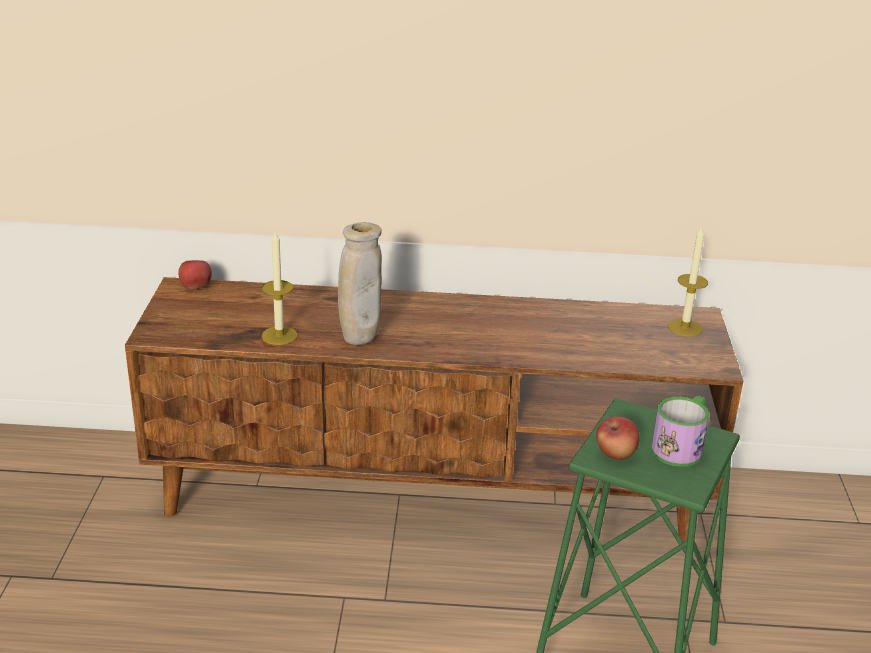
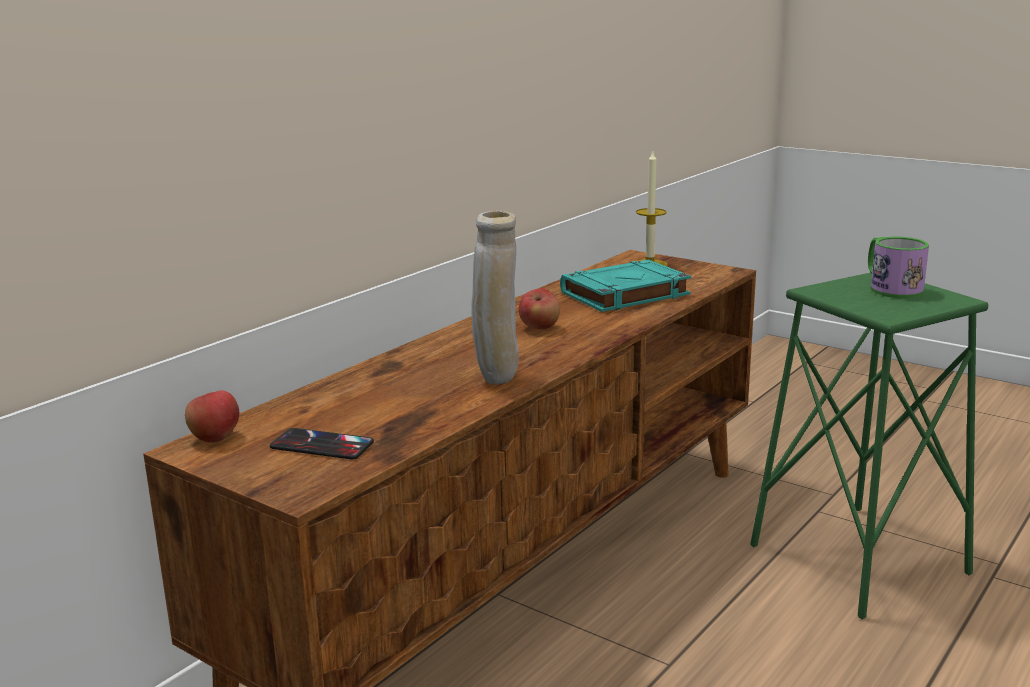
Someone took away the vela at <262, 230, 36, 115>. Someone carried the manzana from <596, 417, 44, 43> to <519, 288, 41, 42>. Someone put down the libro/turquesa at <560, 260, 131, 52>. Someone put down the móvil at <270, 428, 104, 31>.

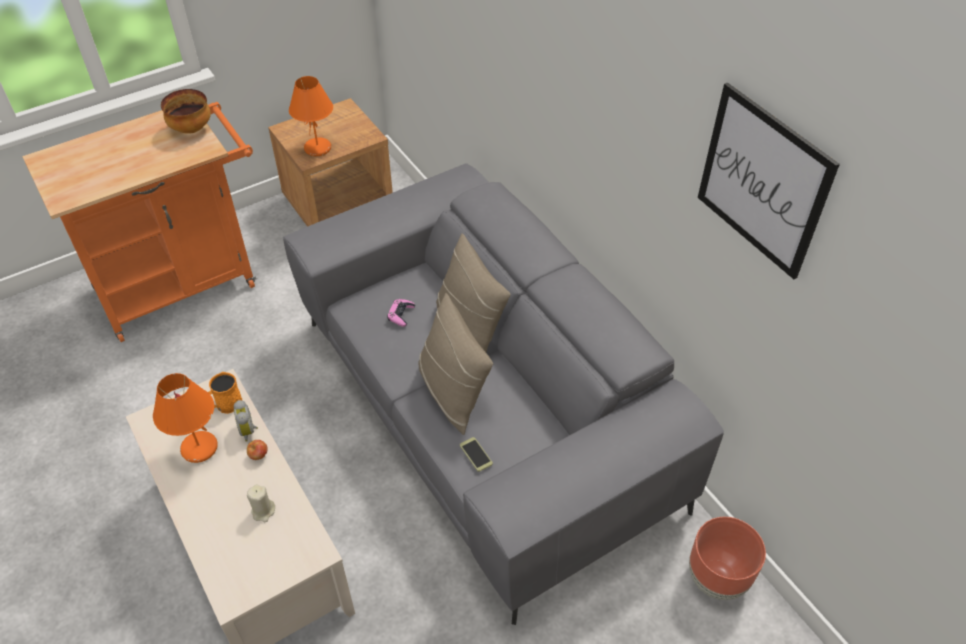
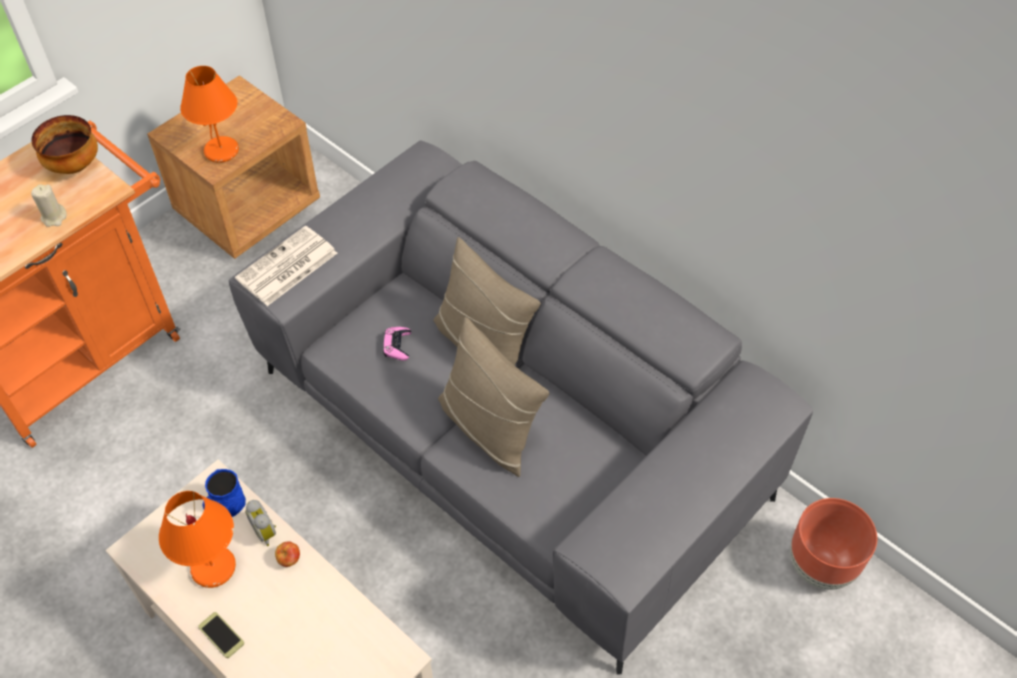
Someone took away the cuadro at <698, 82, 142, 197>. Someone repainted the taza grande/naranja at <208, 372, 35, 42>, which became the taza grande/azul at <202, 469, 44, 48>. Someone carried the móvil from <460, 437, 33, 35> to <198, 612, 46, 46>. Someone carried the vela/beis from <247, 484, 28, 38> to <31, 184, 36, 43>. Someone put down the periódico at <235, 226, 102, 80>.

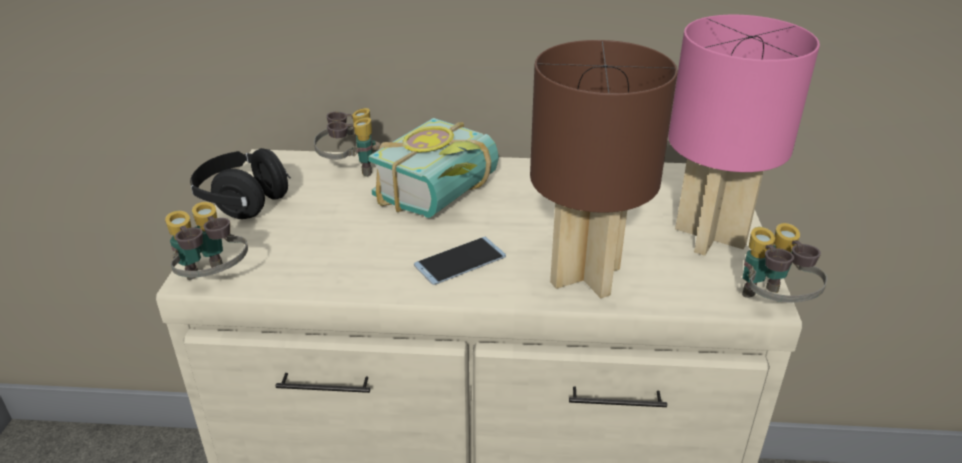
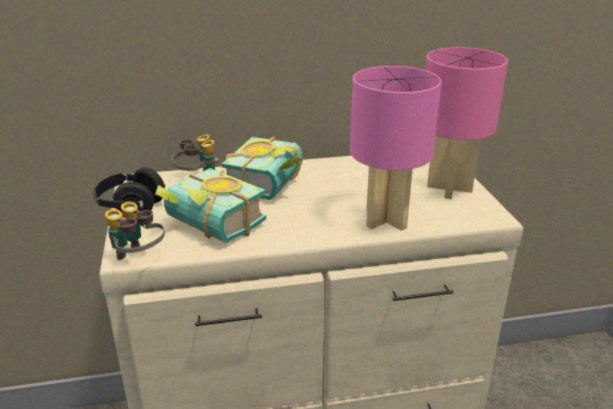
Someone repainted the lámpara de mesa/marrón at <530, 40, 148, 258>, which became the lámpara de mesa/rosa at <350, 66, 92, 165>. Someone took away the prismáticos at <742, 223, 85, 80>. Someone took away the móvil at <414, 236, 92, 49>. Someone put down the libro at <155, 168, 111, 75>.

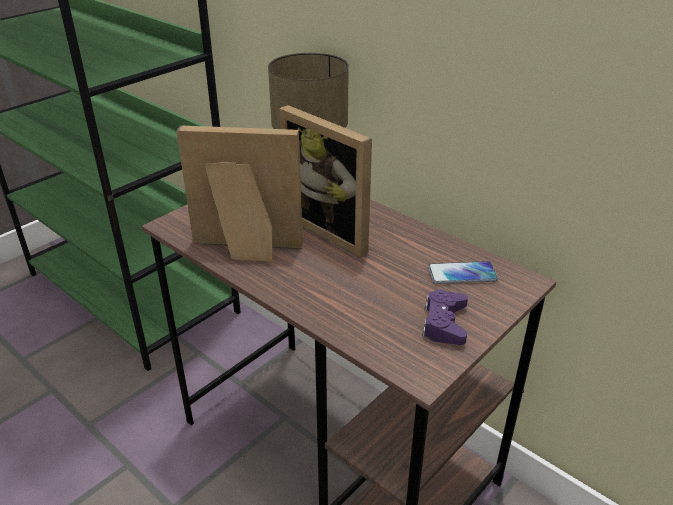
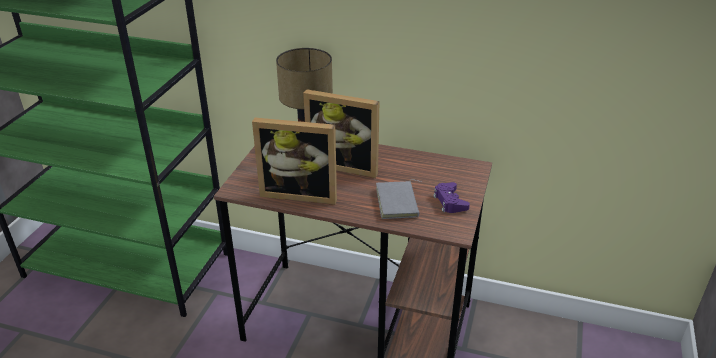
Someone rotated the portarretratos at <176, 125, 127, 136> by 150 degrees counterclockwise. Someone took away the móvil at <428, 261, 70, 23>. Someone put down the libro/gris at <376, 179, 45, 40>.

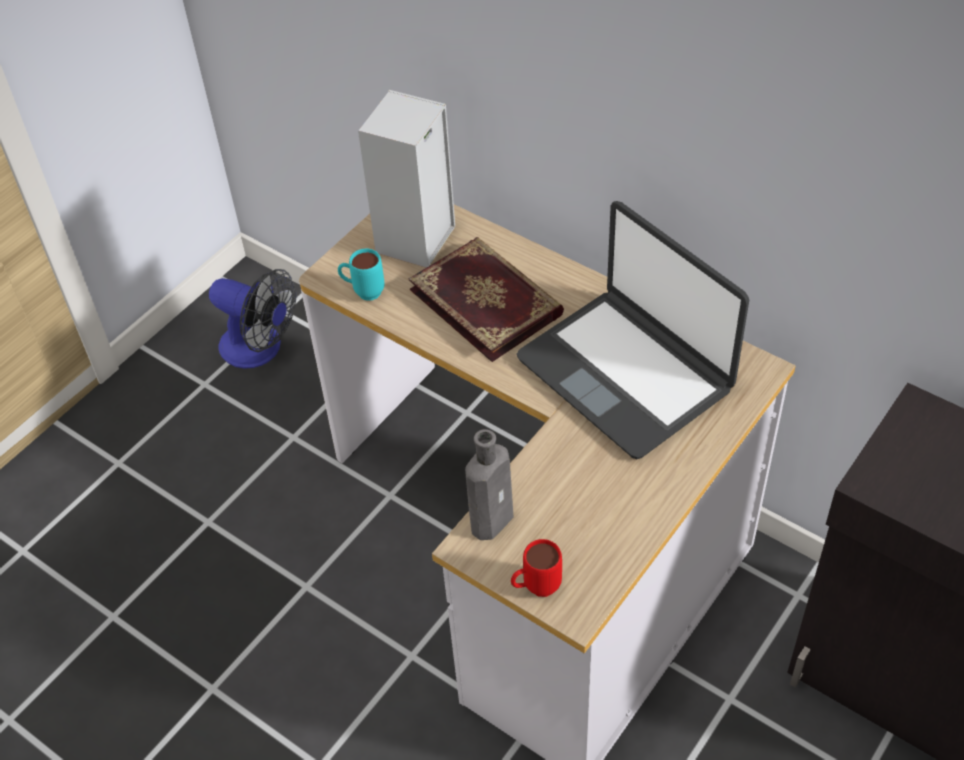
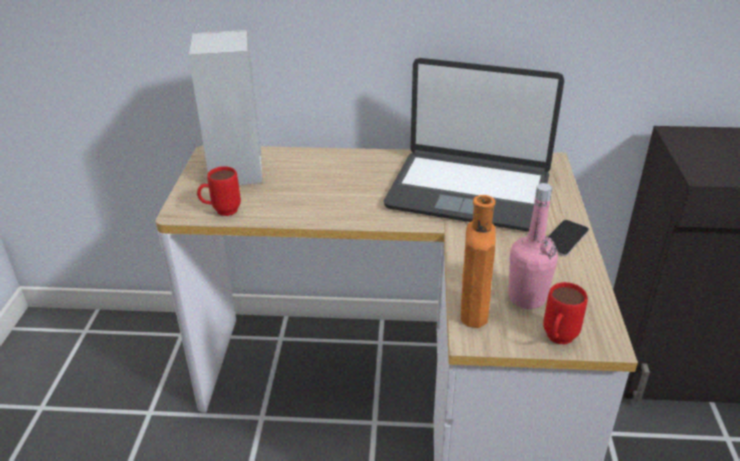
Someone took away the libro at <408, 237, 156, 125>. Someone repainted the taza grande/turquesa at <338, 249, 47, 52>, which became the taza grande/rojo at <197, 166, 44, 50>. Someone took away the ventilador at <209, 269, 87, 100>. Someone repainted the botella/gris at <465, 429, 48, 111>, which became the botella/naranja at <461, 195, 35, 133>. Someone put down the botella/rosa at <508, 183, 50, 126>. Someone put down the móvil at <548, 220, 41, 36>.

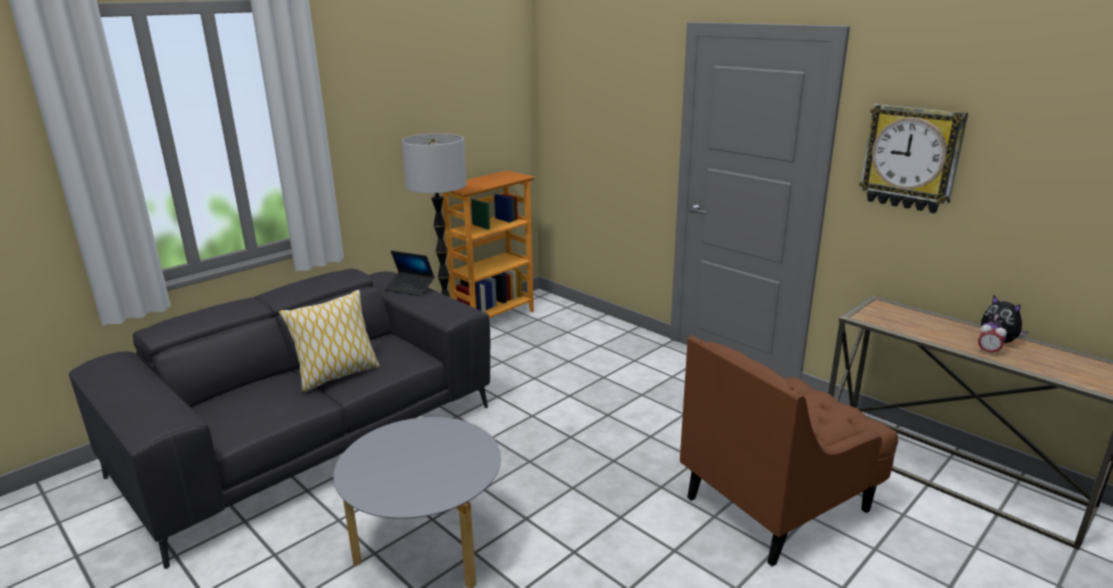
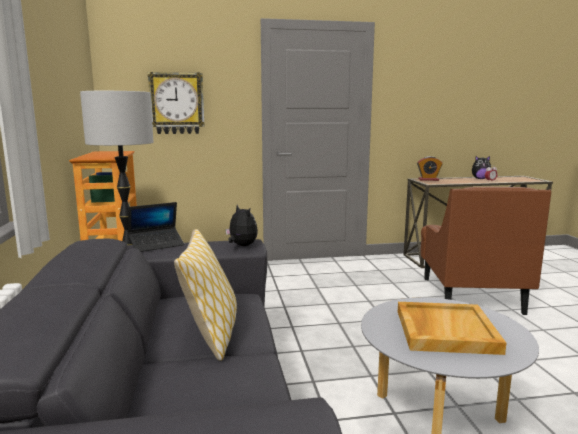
Someone carried the reloj de pared from <859, 104, 109, 109> to <148, 72, 57, 62>. Someone put down the despertador at <417, 156, 25, 25>. Someone put down the peluche at <225, 204, 33, 42>. Someone put down the bandeja/beis at <398, 302, 108, 53>.

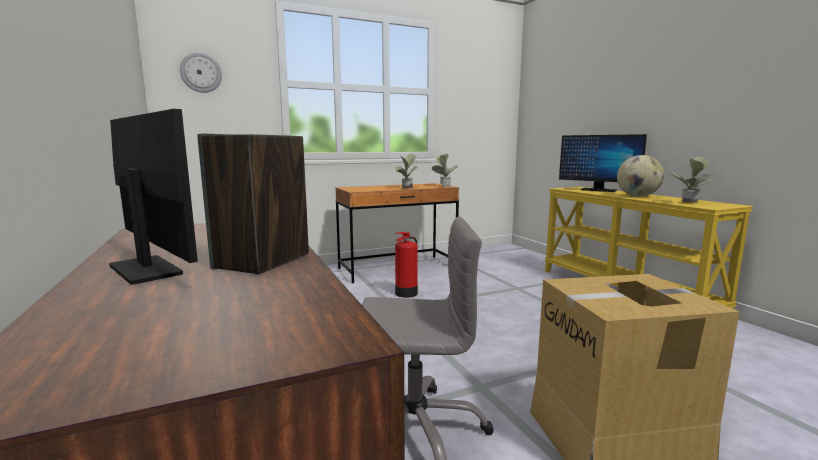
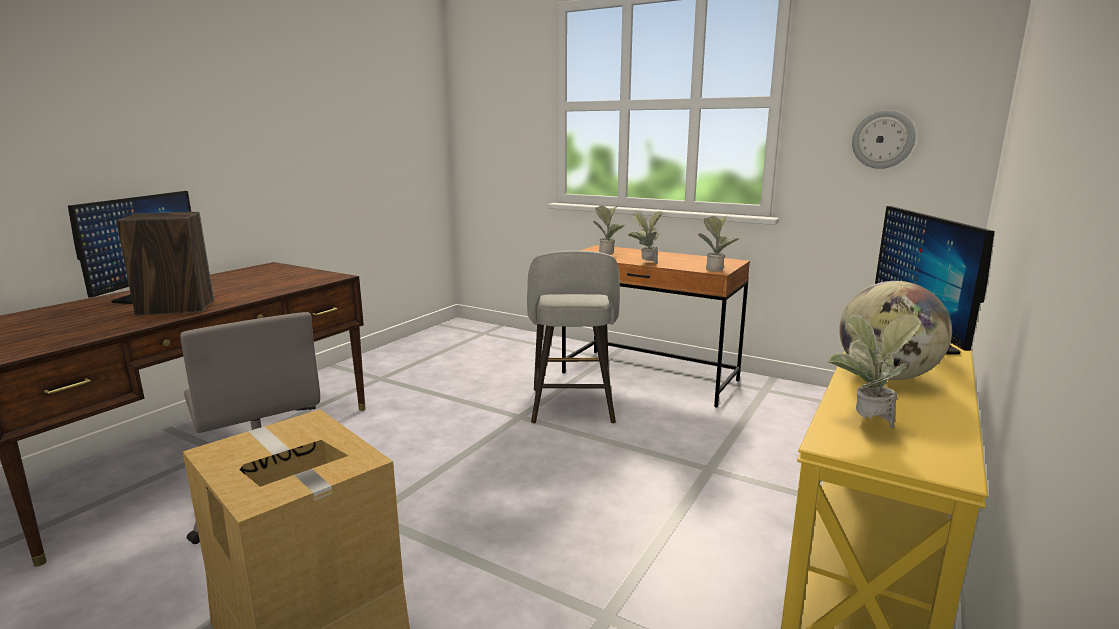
Someone carried the reloj de pared from <180, 52, 42, 41> to <852, 110, 64, 59>. Someone swapped the extintor at <395, 232, 23, 66> for the taburete/gris at <527, 250, 93, 174>. Someone put down the planta en maceta at <593, 206, 32, 49>.

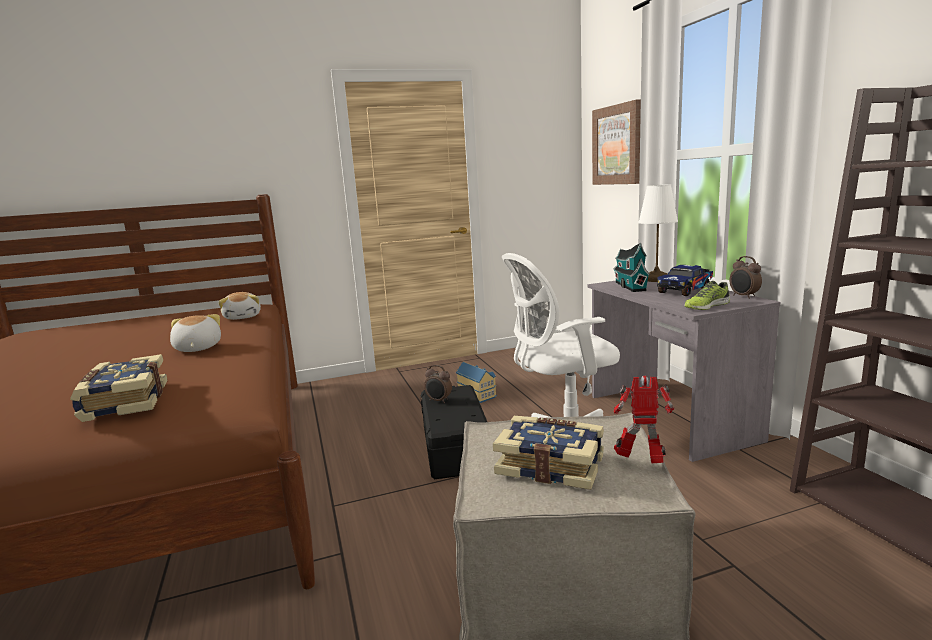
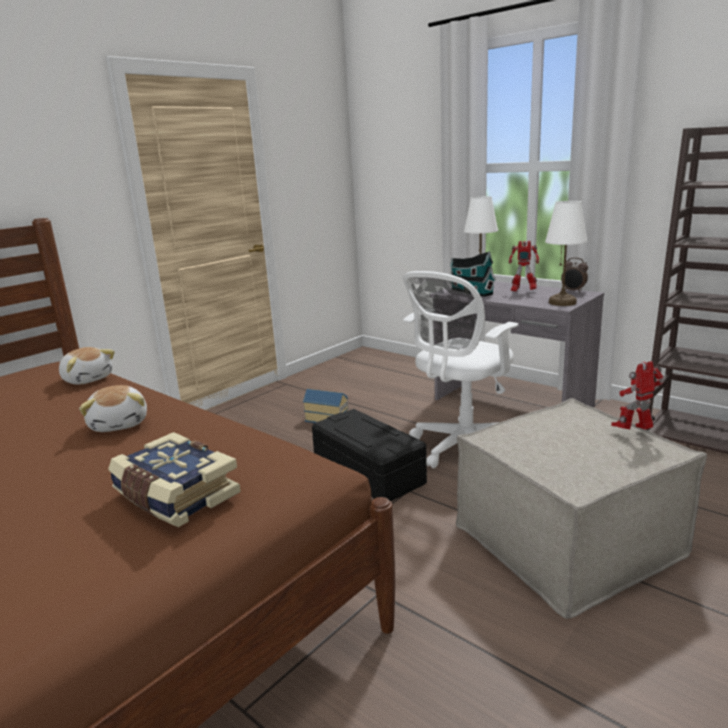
Someone took away the cuadro at <592, 99, 49, 86>. Someone swapped the camión de juguete at <657, 265, 56, 31> for the robot de juguete at <509, 241, 30, 51>. Someone swapped the zapato at <684, 281, 46, 29> for the lámpara de mesa/blanco at <545, 201, 42, 105>. Someone rotated the peluche at <170, 314, 51, 38> by 150 degrees counterclockwise. Someone took away the despertador at <424, 365, 28, 38>. Someone took away the libro at <493, 416, 111, 74>.

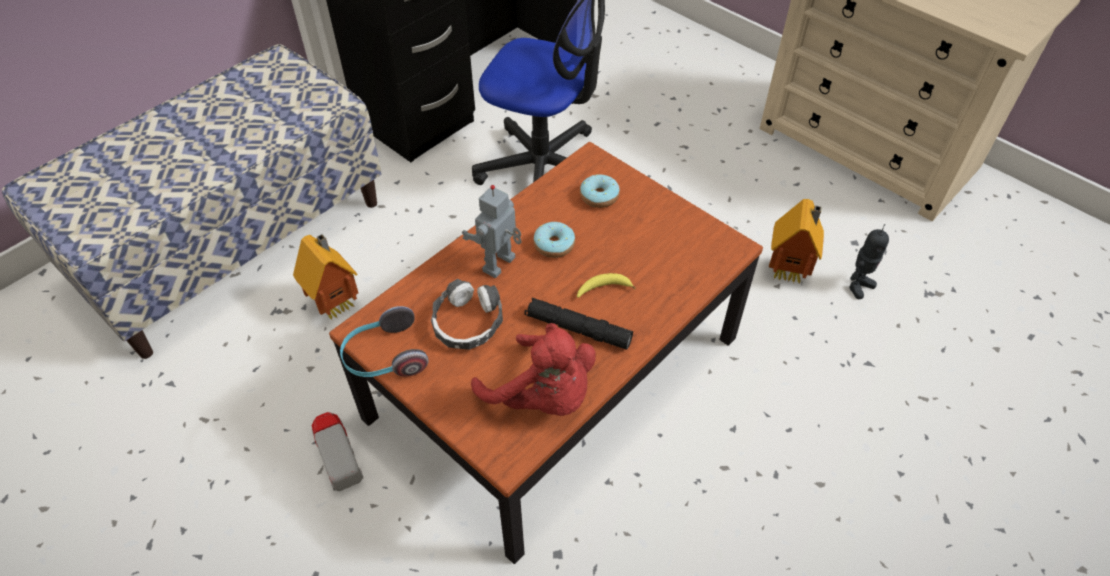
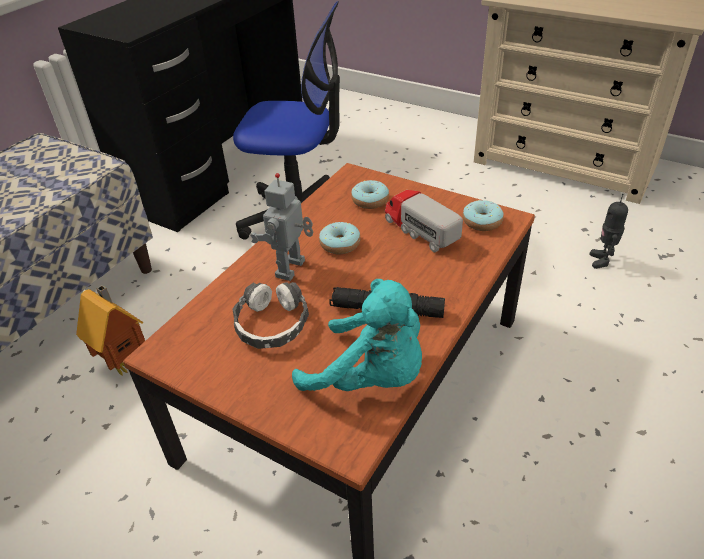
Someone took away the casita at <769, 199, 55, 85>. Someone rotated the robot de juguete at <849, 224, 40, 75> by 150 degrees clockwise. Someone took away the plátano at <577, 273, 59, 25>. Someone took away the auriculares at <340, 306, 89, 71>. Someone repainted the peluche/rojo at <471, 323, 125, 93>, which became the peluche/turquesa at <292, 279, 130, 112>. Someone carried the camión de juguete from <311, 412, 52, 79> to <385, 190, 78, 62>. Someone put down the rosquilla at <463, 200, 41, 31>.

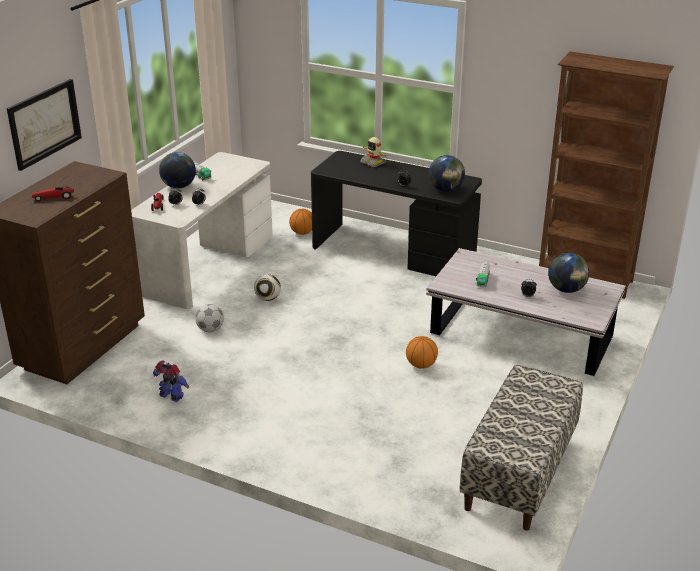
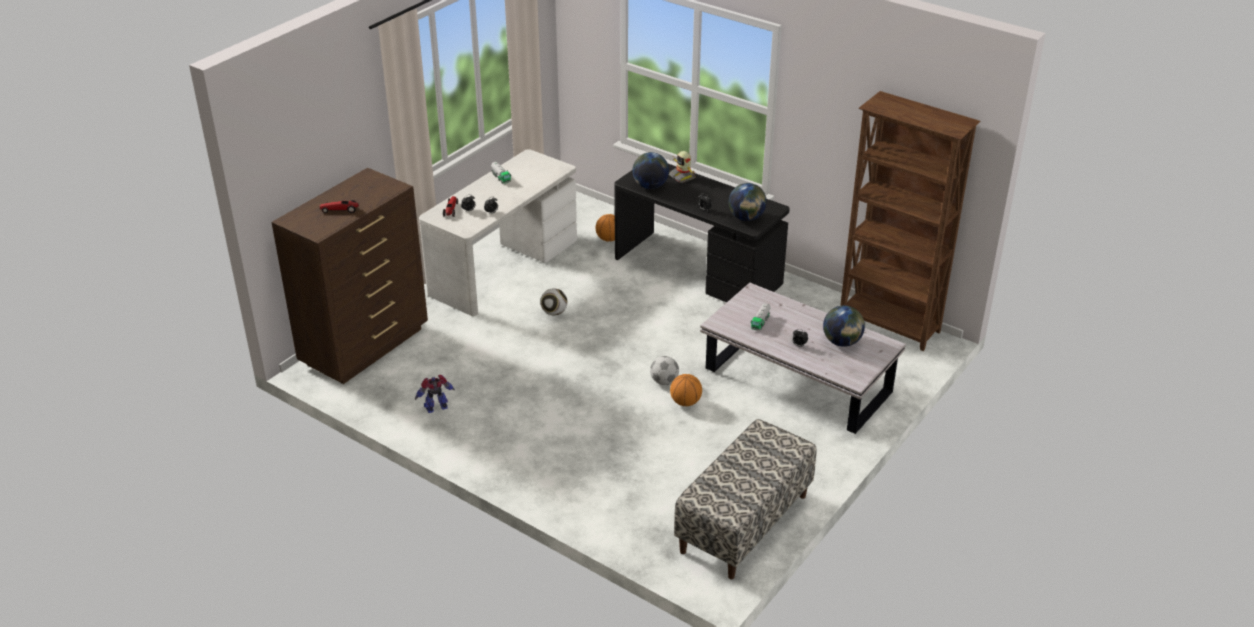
Someone took away the cuadro at <7, 79, 75, 92>. Someone carried the globo terráqueo from <159, 152, 37, 36> to <632, 152, 37, 37>. Someone carried the balón de fútbol from <195, 304, 29, 28> to <650, 356, 29, 29>. Someone rotated the robot de juguete at <153, 361, 36, 41> by 60 degrees counterclockwise.

